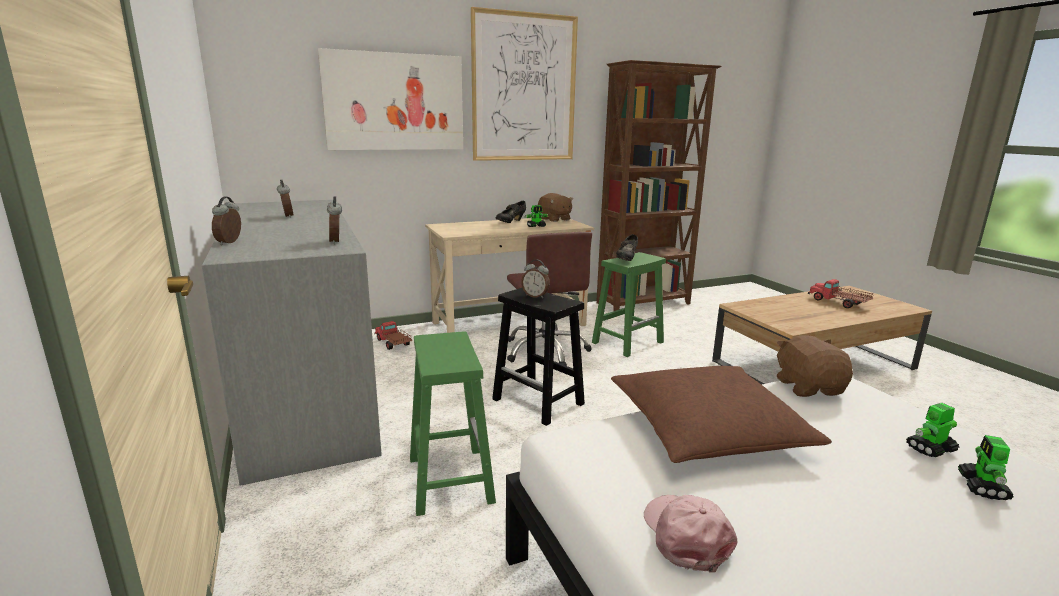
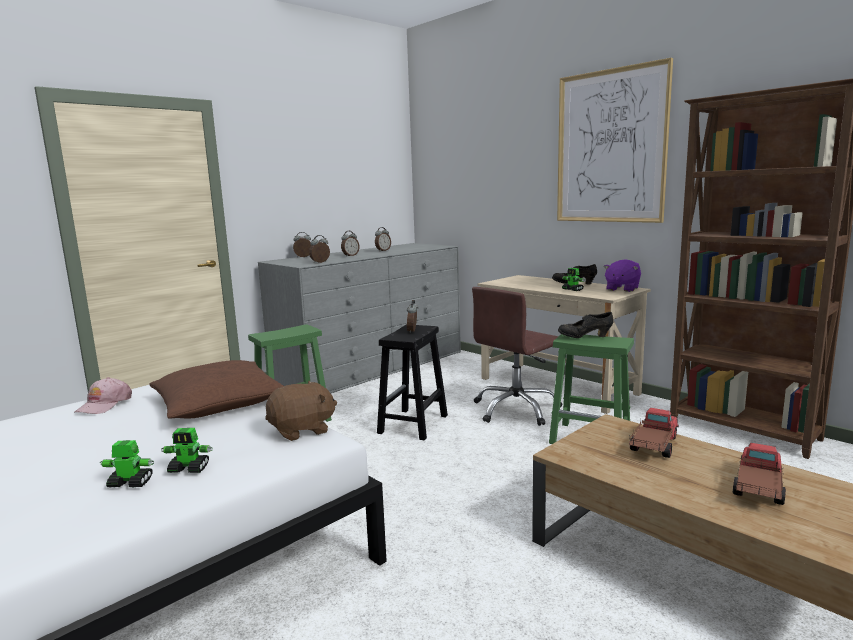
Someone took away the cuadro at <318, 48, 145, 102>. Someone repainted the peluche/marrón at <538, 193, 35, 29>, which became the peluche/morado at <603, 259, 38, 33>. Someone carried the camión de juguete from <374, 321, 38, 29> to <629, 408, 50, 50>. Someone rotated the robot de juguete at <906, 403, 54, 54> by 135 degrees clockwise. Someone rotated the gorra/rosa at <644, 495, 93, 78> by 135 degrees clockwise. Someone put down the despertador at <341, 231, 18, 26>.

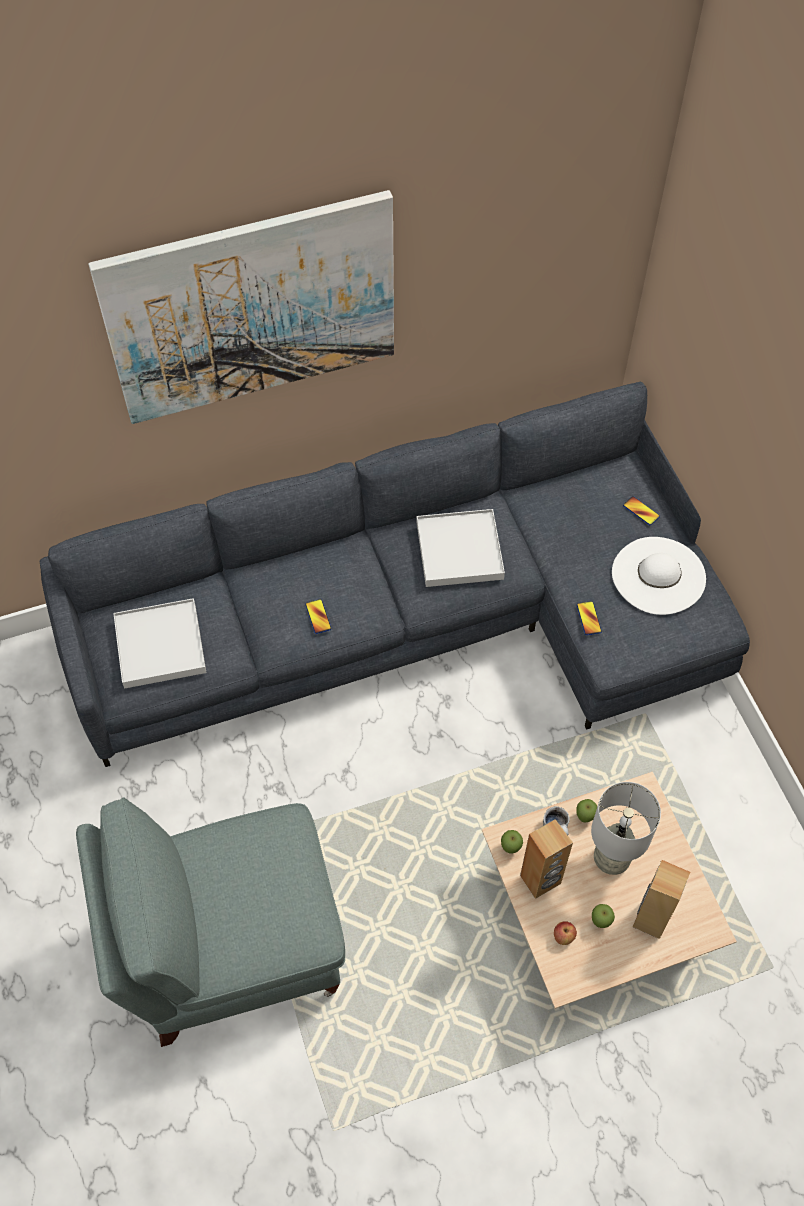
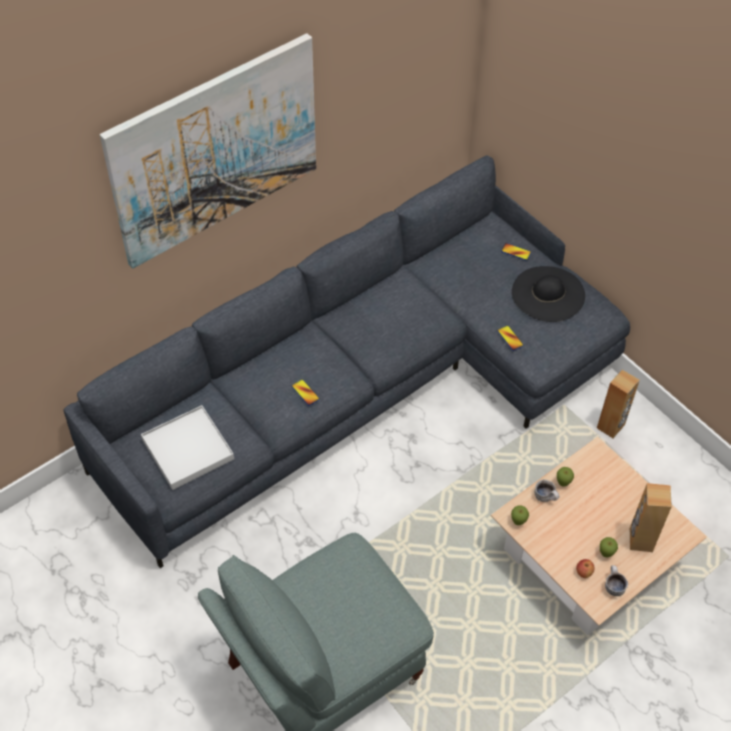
Someone took away the bandeja/blanco at <417, 509, 88, 78>. Someone repainted the sombrero/blanco at <612, 537, 94, 78>, which became the sombrero/negro at <512, 266, 73, 56>. Someone took away the lámpara de mesa/gris at <591, 782, 70, 93>. Someone carried the altavoz/marrón from <520, 819, 53, 80> to <597, 370, 43, 68>. Someone put down the taza grande at <605, 565, 23, 31>.

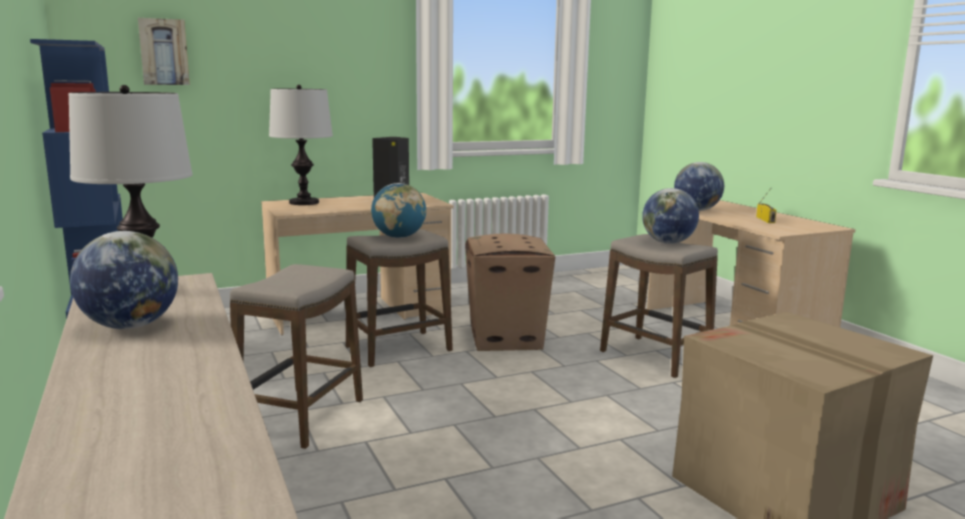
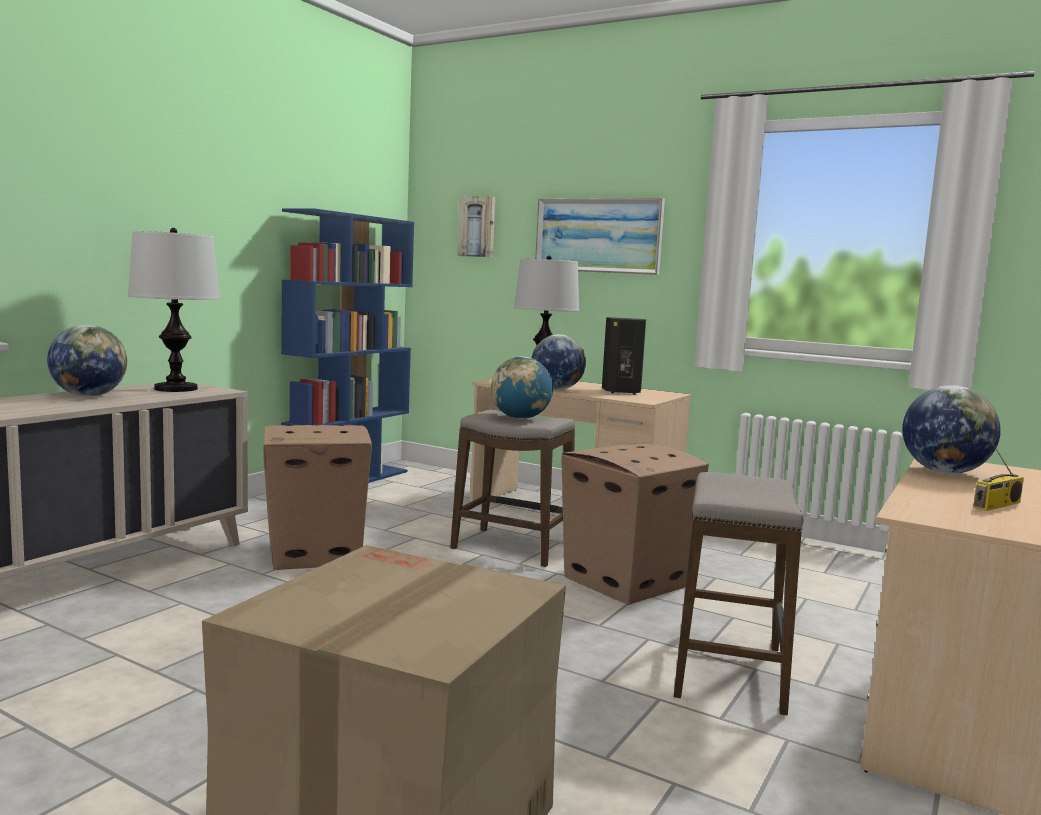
Someone carried the globo terráqueo from <642, 188, 57, 56> to <532, 334, 54, 56>. Someone swapped the taburete at <230, 264, 133, 185> for the caja de cartón at <263, 425, 109, 145>. Someone put up the cuadro at <535, 198, 130, 77>.

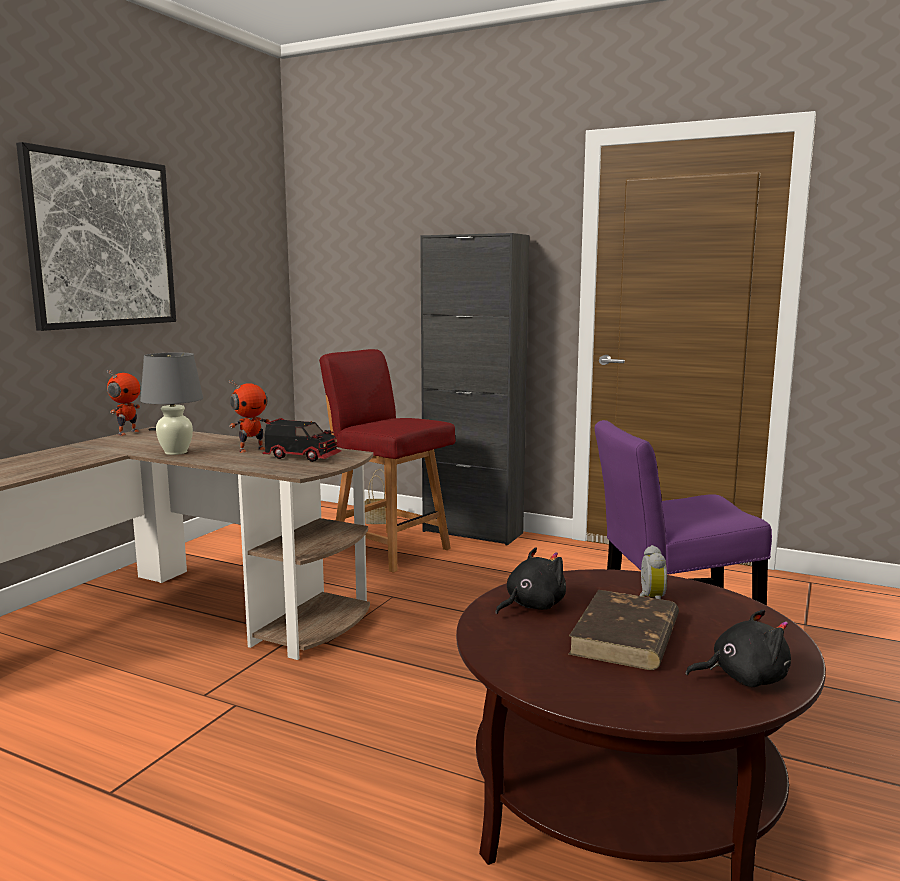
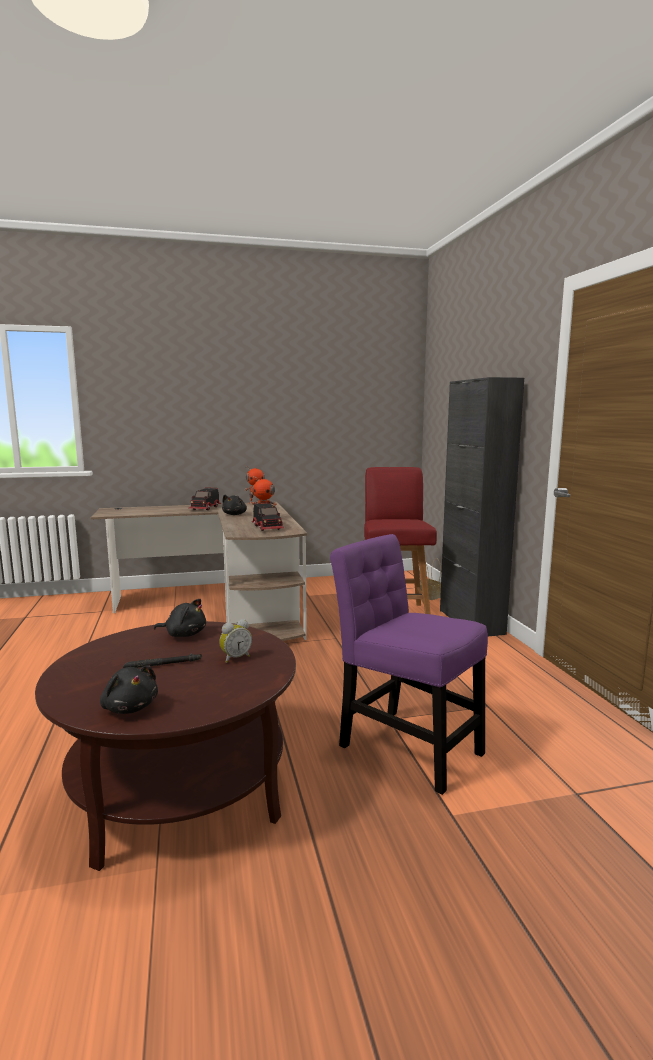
Someone took away the cuadro at <16, 142, 160, 189>. Someone swapped the lámpara de mesa/gris at <140, 352, 63, 103> for the peluche/negro at <222, 495, 25, 20>. Someone swapped the libro/marrón at <568, 590, 111, 80> for the linterna/negro at <123, 654, 79, 14>. Someone put down the camión de juguete at <189, 487, 32, 23>.

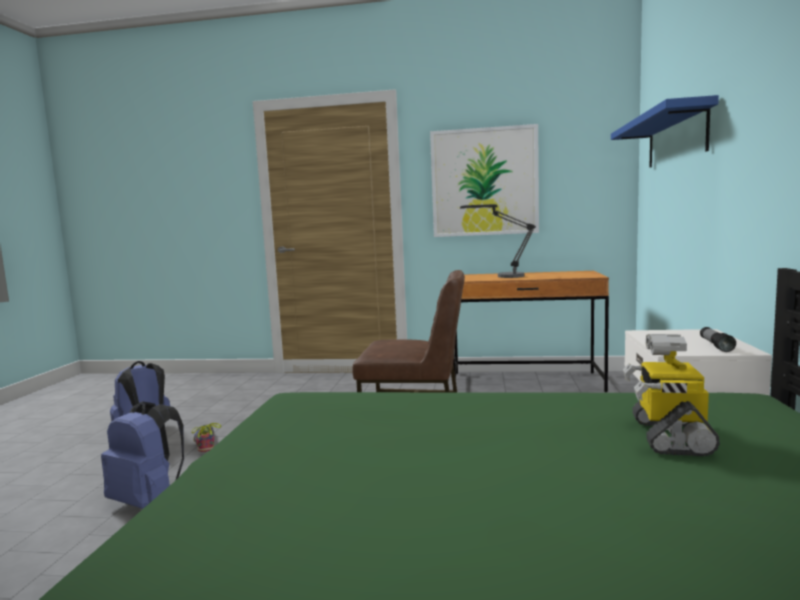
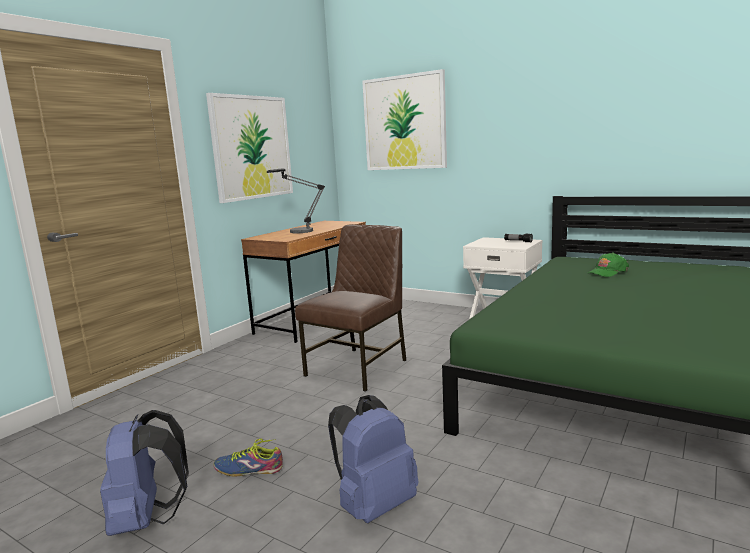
Someone swapped the estante/azul at <611, 95, 108, 72> for the cuadro at <362, 69, 85, 101>. Someone swapped the robot de juguete at <623, 334, 97, 122> for the gorra/verde at <588, 253, 41, 24>.

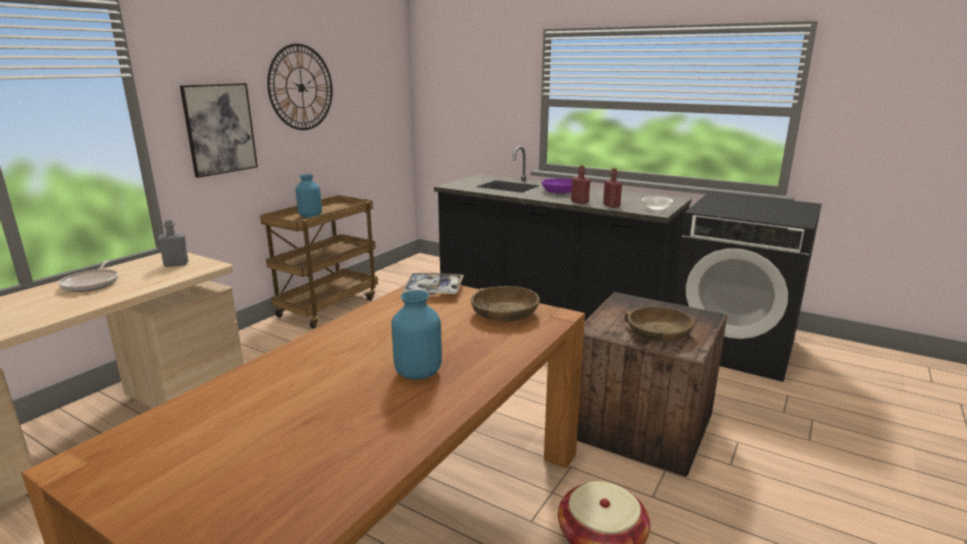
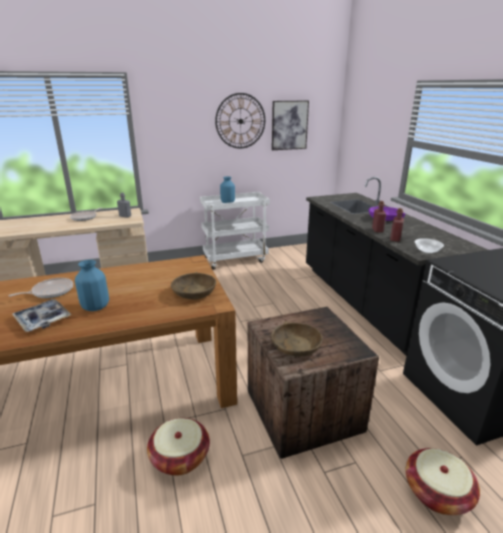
Someone carried the cuadro from <180, 83, 78, 95> to <272, 100, 37, 50>. Someone repainted the carrito/marrón at <260, 195, 118, 134>, which became the carrito/blanco at <200, 192, 70, 78>. Someone carried the bandeja from <402, 273, 62, 22> to <12, 299, 60, 33>. Someone put down the sartén at <9, 278, 64, 20>. Someone put down the cesta at <406, 448, 74, 67>.

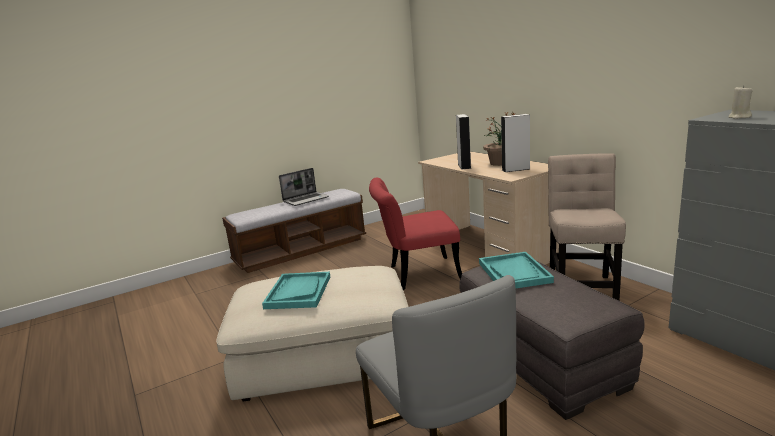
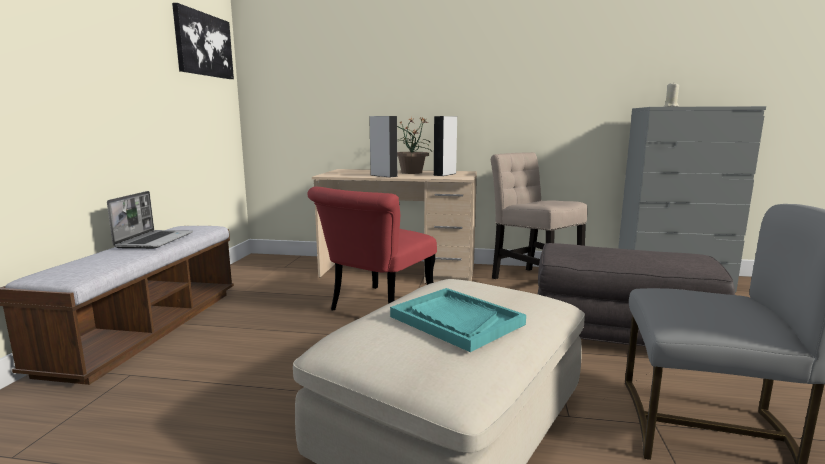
Someone took away the bandeja/turquesa at <479, 252, 75, 36>. Someone put up the cuadro at <172, 3, 62, 76>.

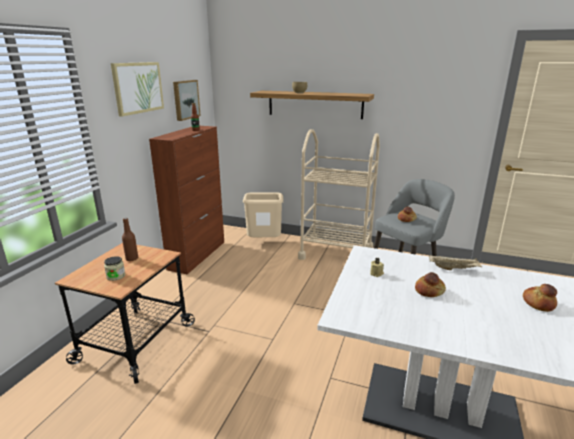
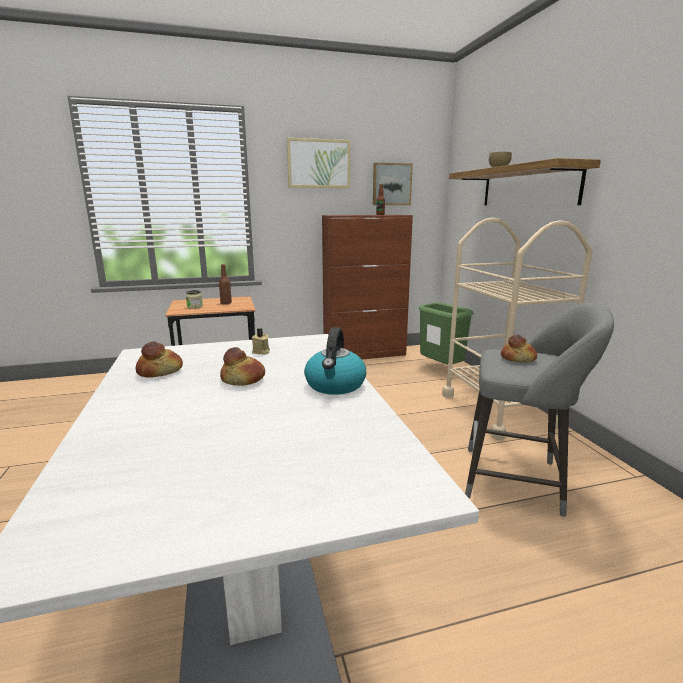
Someone repainted the papelera/beis at <243, 193, 41, 44>, which became the papelera/verde at <418, 302, 56, 62>. Someone swapped the bandeja/beis at <429, 255, 53, 15> for the hervidor at <304, 327, 62, 68>. Someone carried the pan from <523, 284, 34, 28> to <136, 341, 47, 37>.

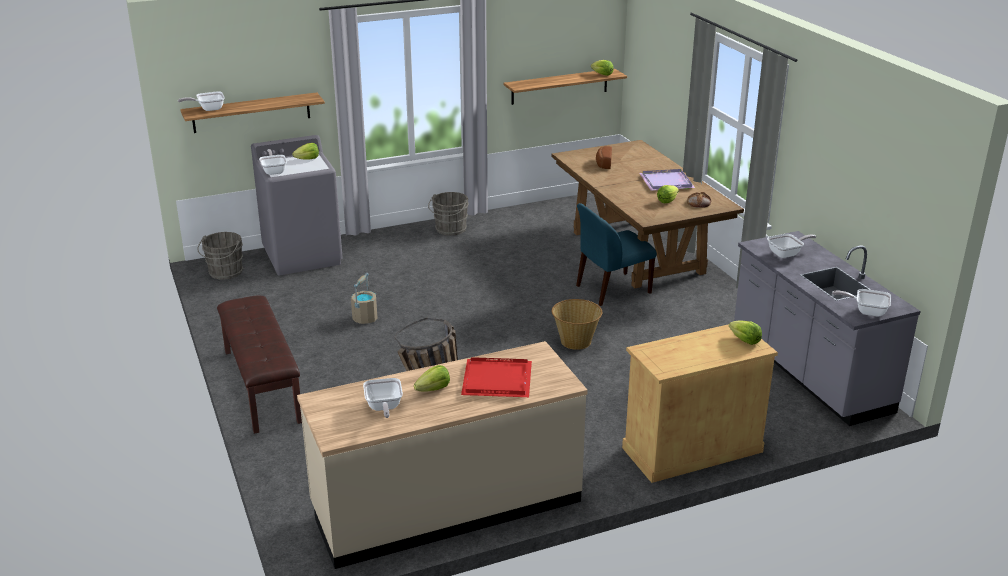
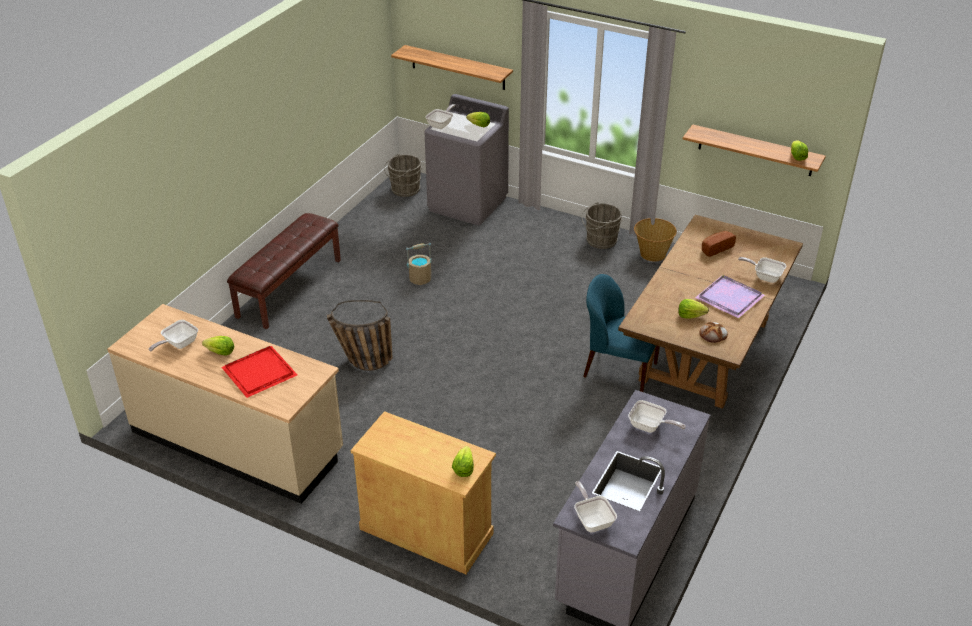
Someone carried the sartén from <178, 91, 47, 20> to <738, 257, 49, 26>. Someone carried the cesta from <552, 299, 50, 51> to <634, 218, 43, 44>.

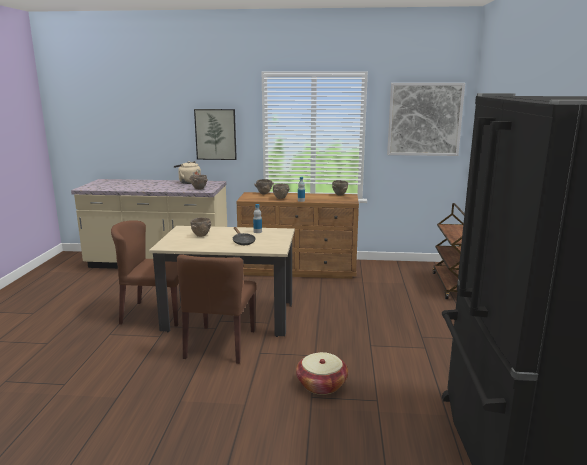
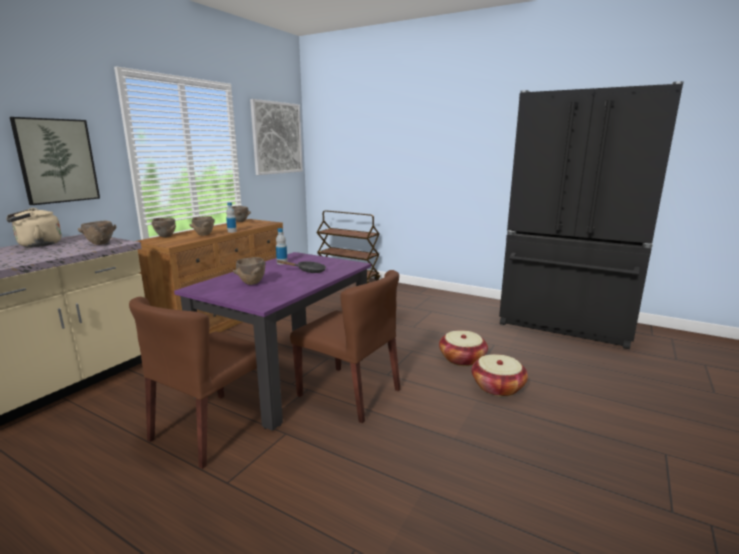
Someone repainted the mesa de comedor/beis at <149, 226, 146, 111>, which became the mesa de comedor/morado at <174, 252, 197, 179>. Someone put down the cesta at <472, 354, 56, 43>.

